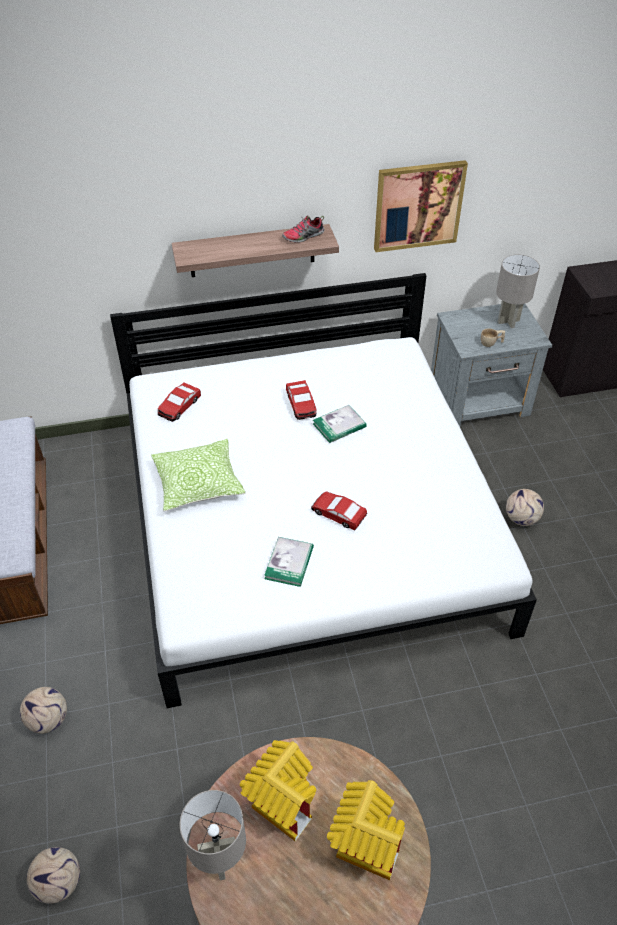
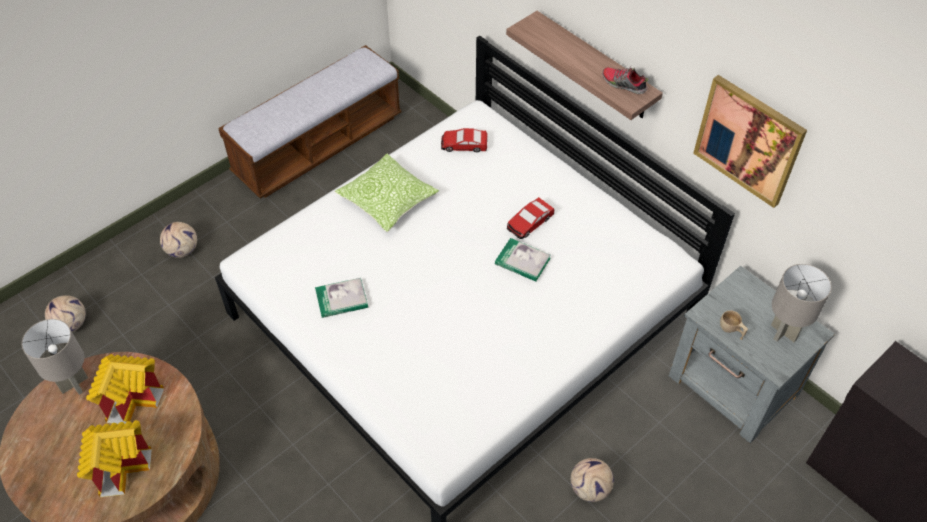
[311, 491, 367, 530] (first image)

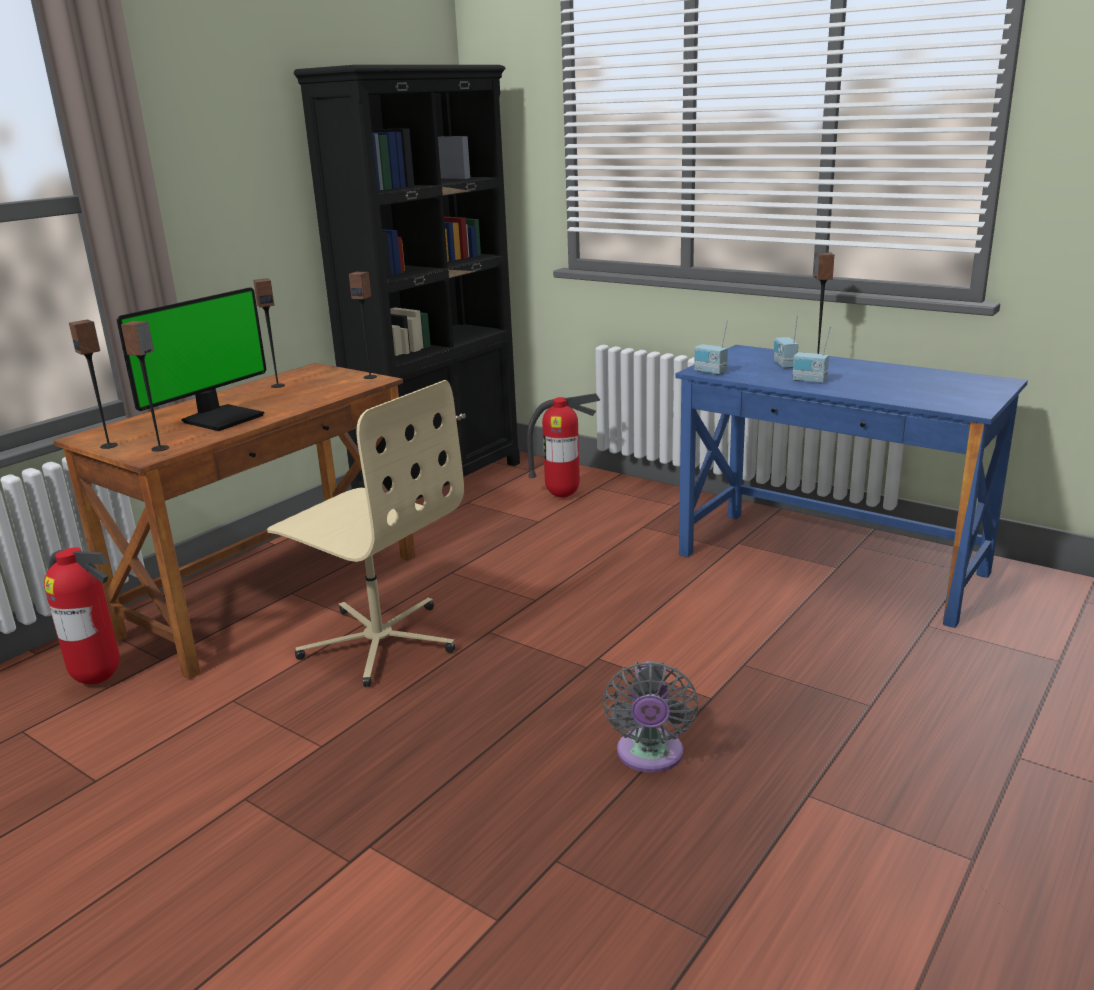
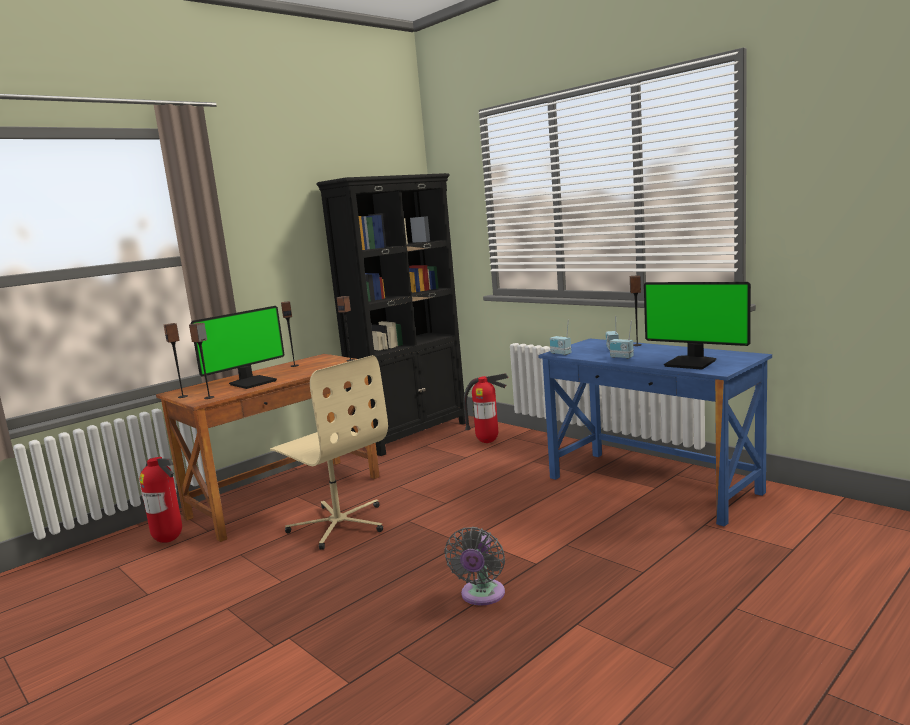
[644, 282, 751, 370]

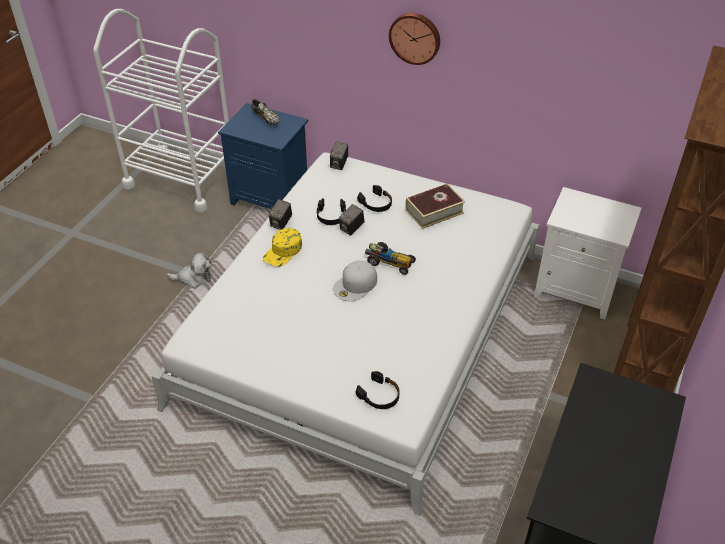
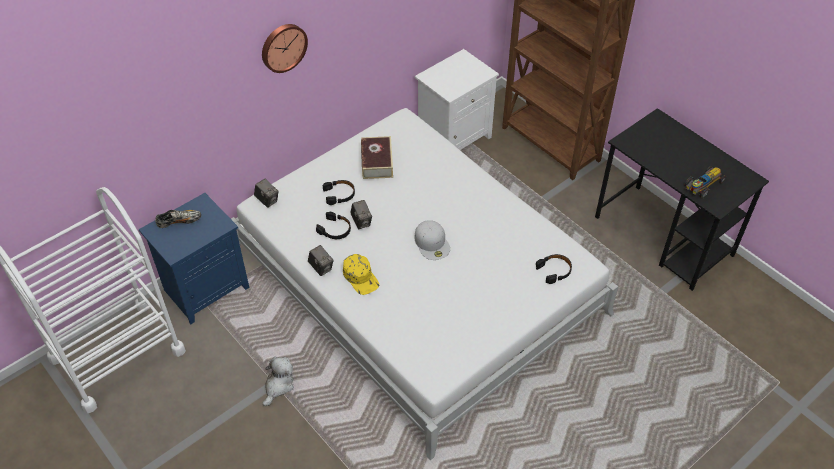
[684, 166, 726, 198]

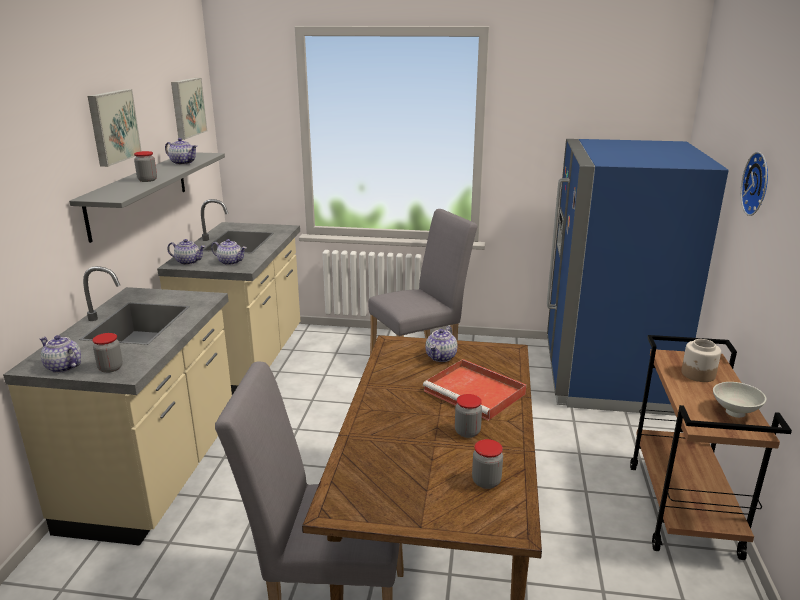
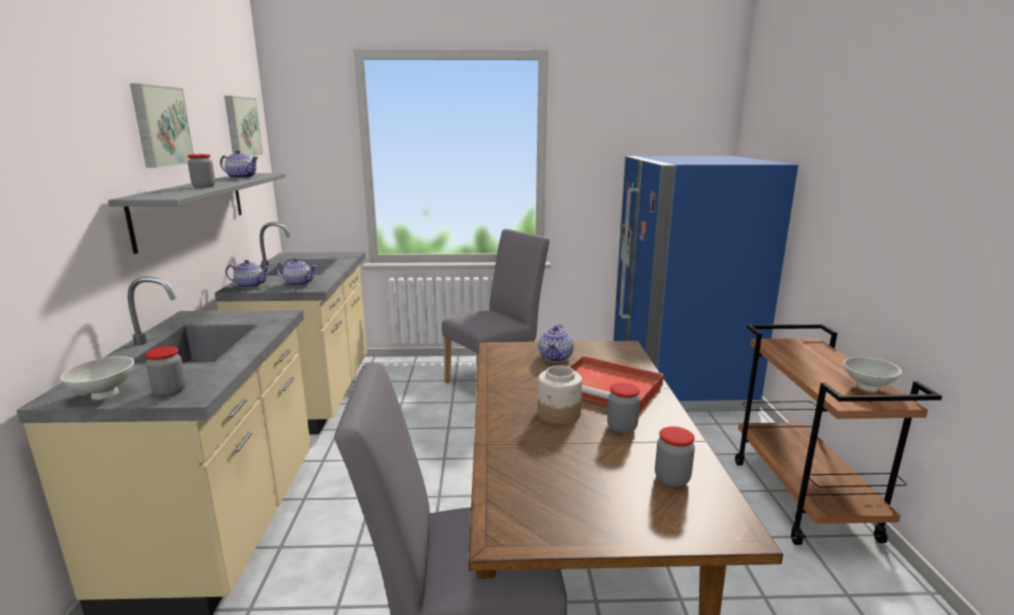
[741, 152, 768, 216] (first image)
[538, 366, 582, 424]
[60, 356, 134, 400]

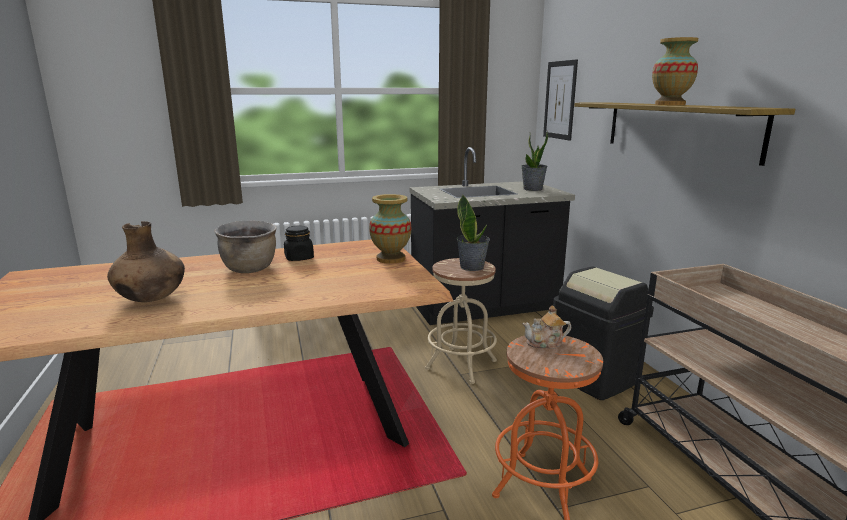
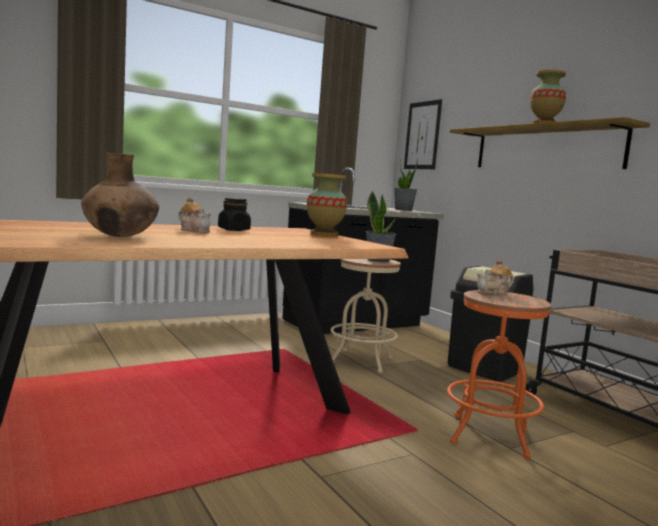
[178, 197, 211, 233]

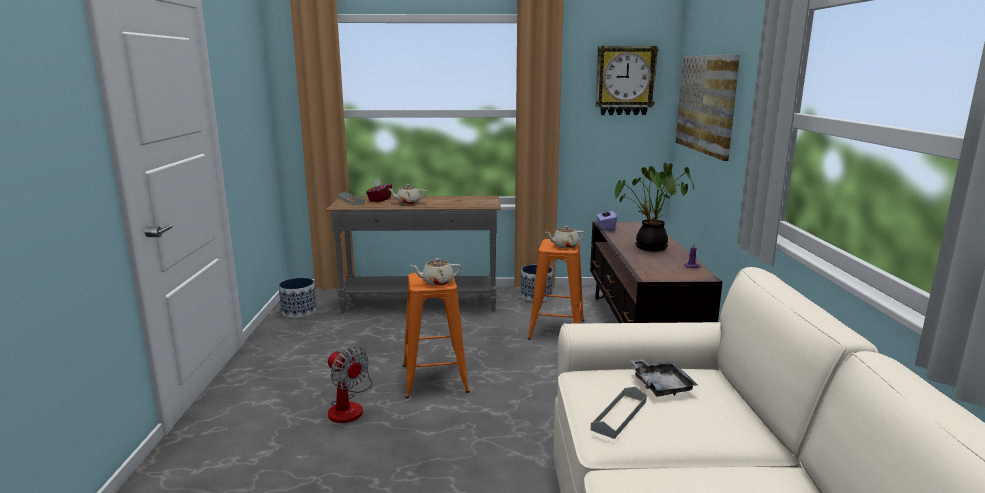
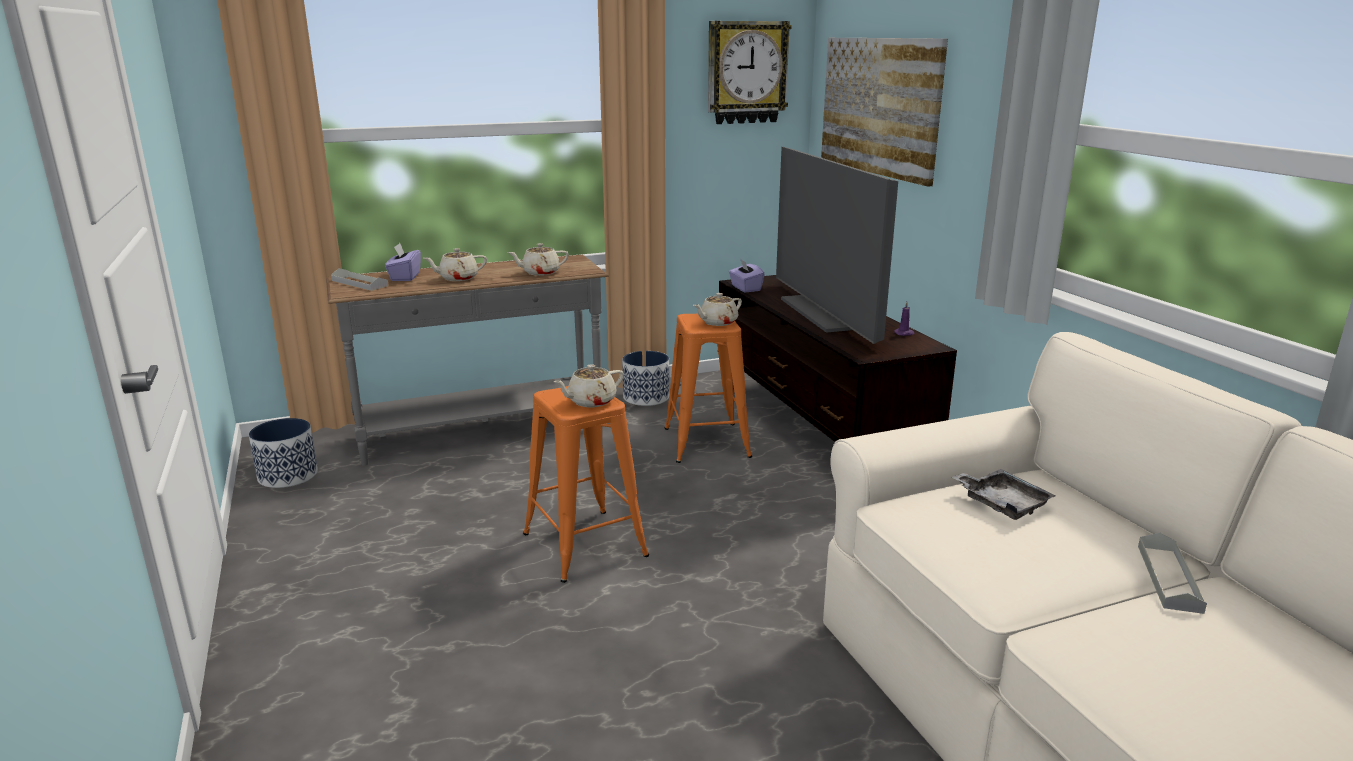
[328, 346, 373, 423] (first image)
[508, 243, 569, 276]
[1138, 532, 1207, 614]
[776, 147, 898, 344]
[385, 243, 421, 281]

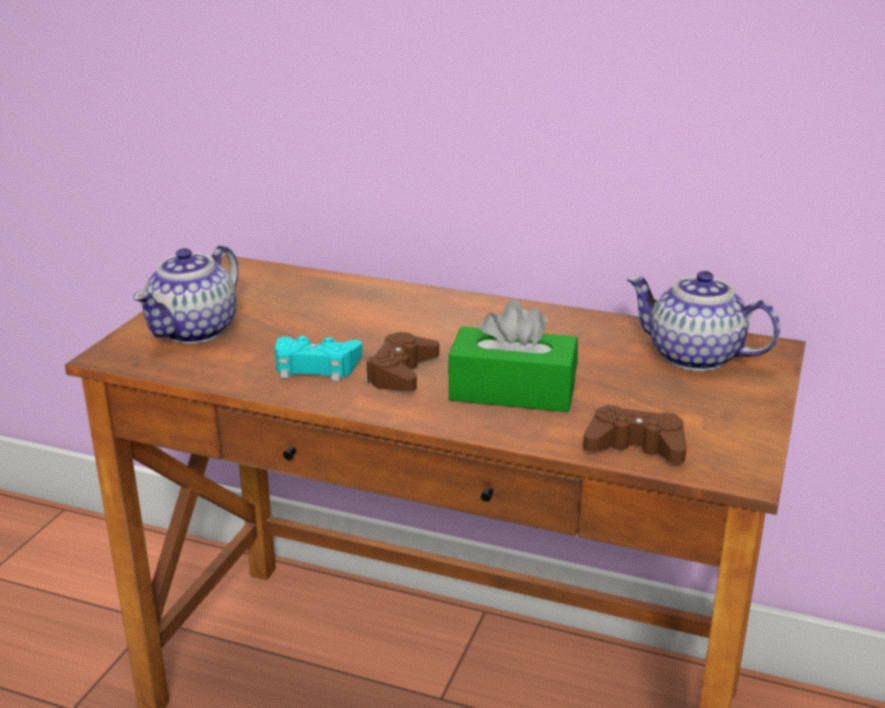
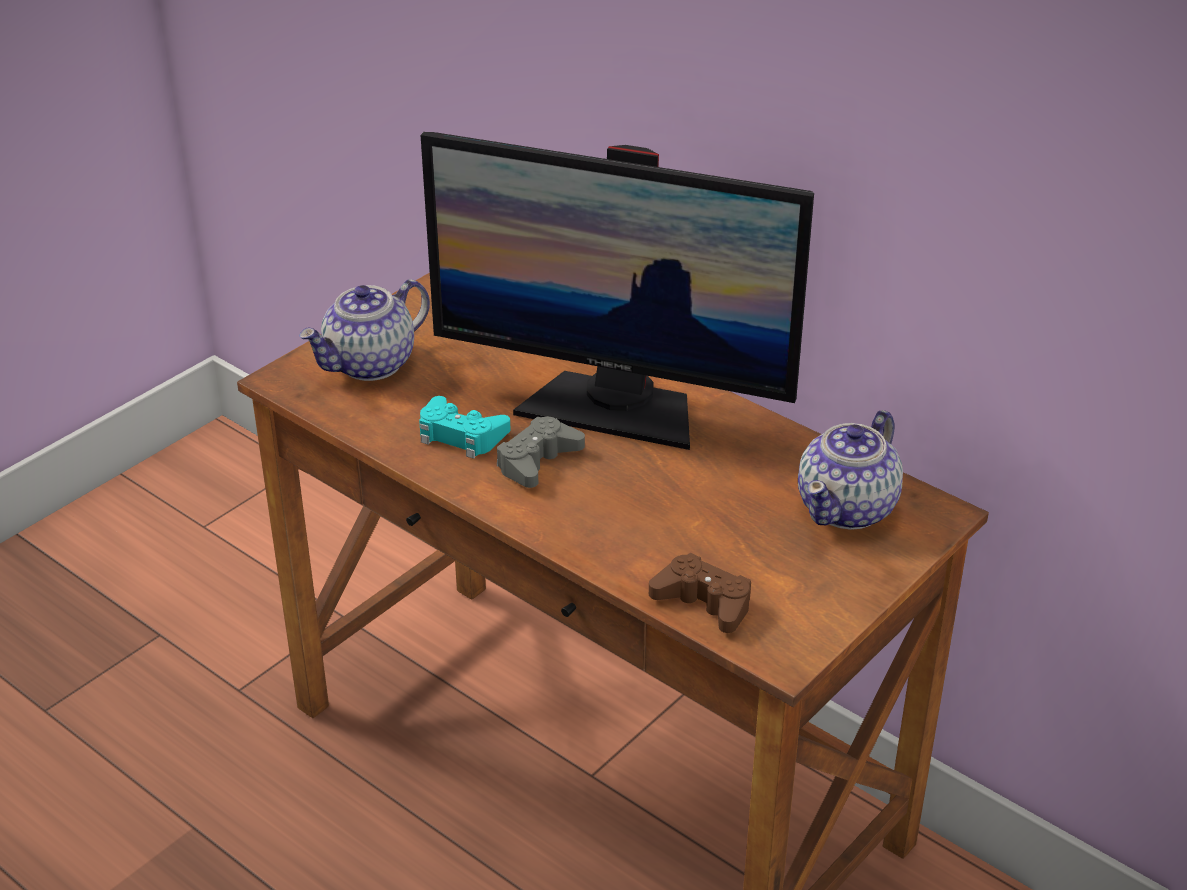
[448, 300, 578, 412] (first image)
[421, 132, 814, 450]
[497, 417, 585, 488]
[798, 410, 903, 530]

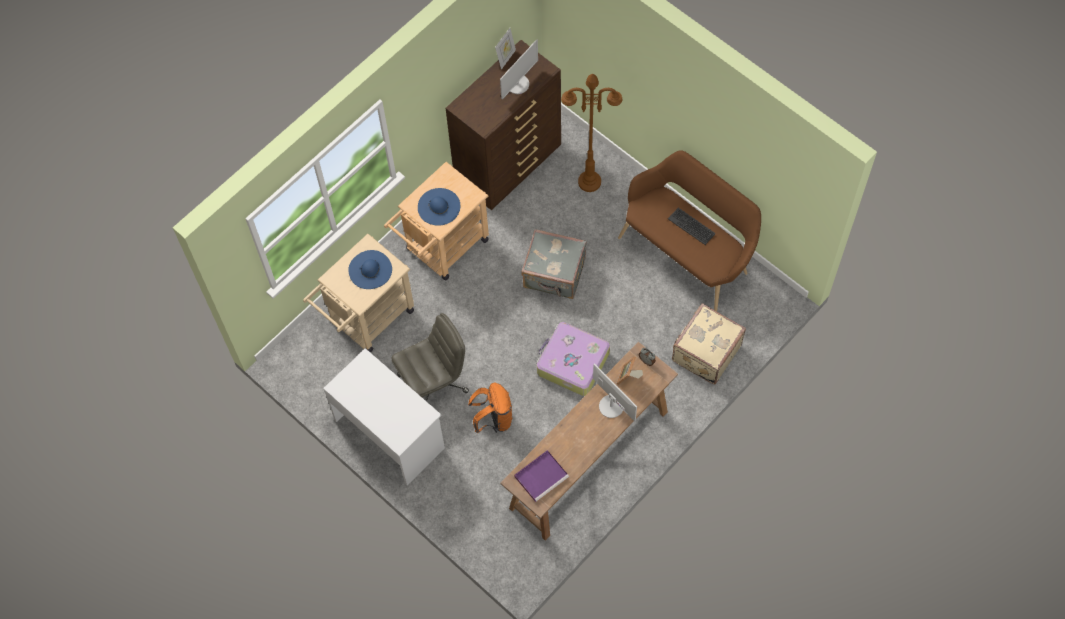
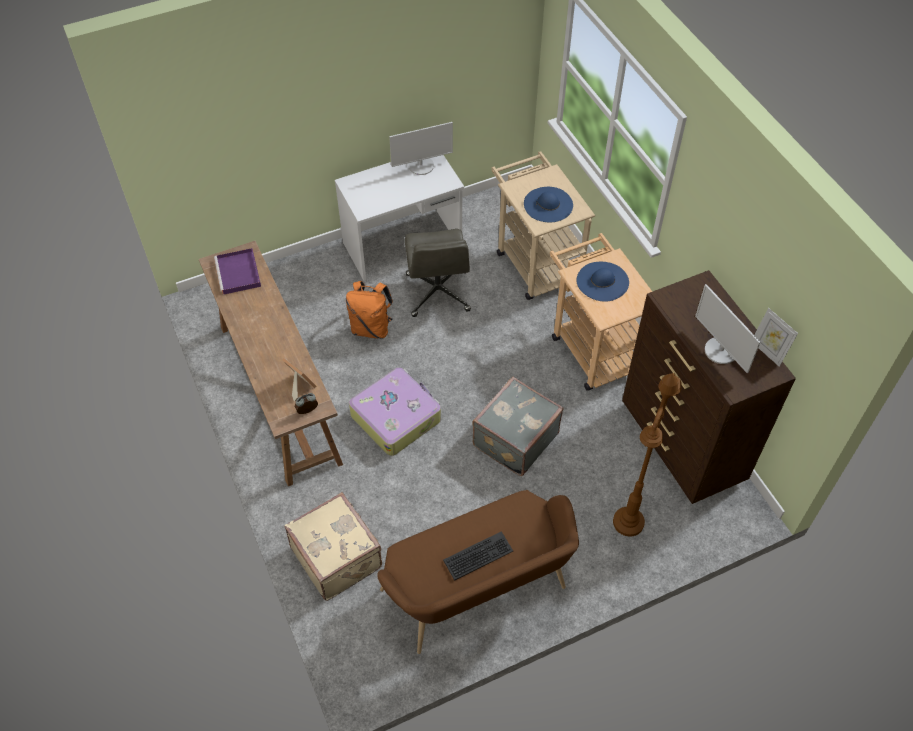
[389, 122, 453, 175]

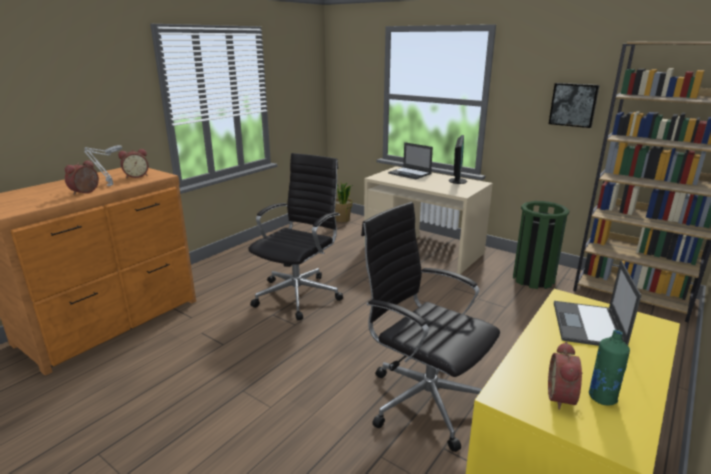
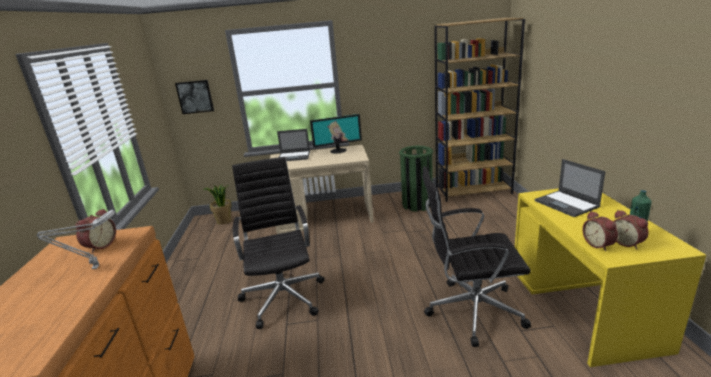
[583, 211, 618, 251]
[175, 80, 214, 114]
[310, 114, 362, 154]

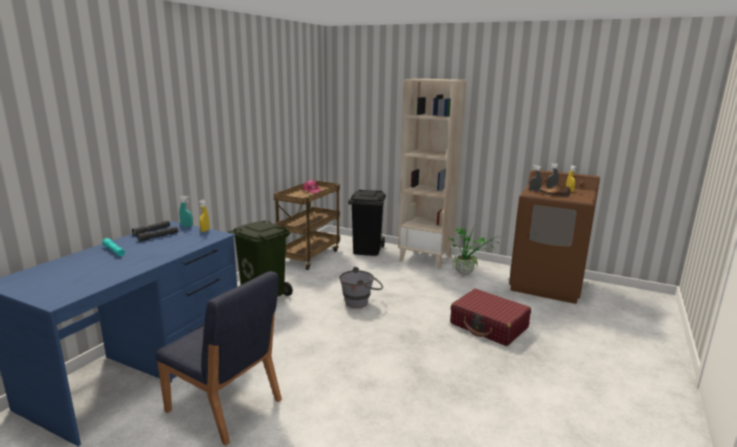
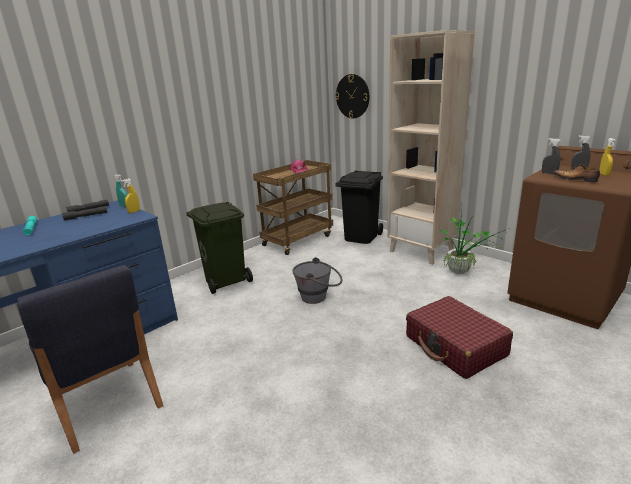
[335, 74, 369, 118]

